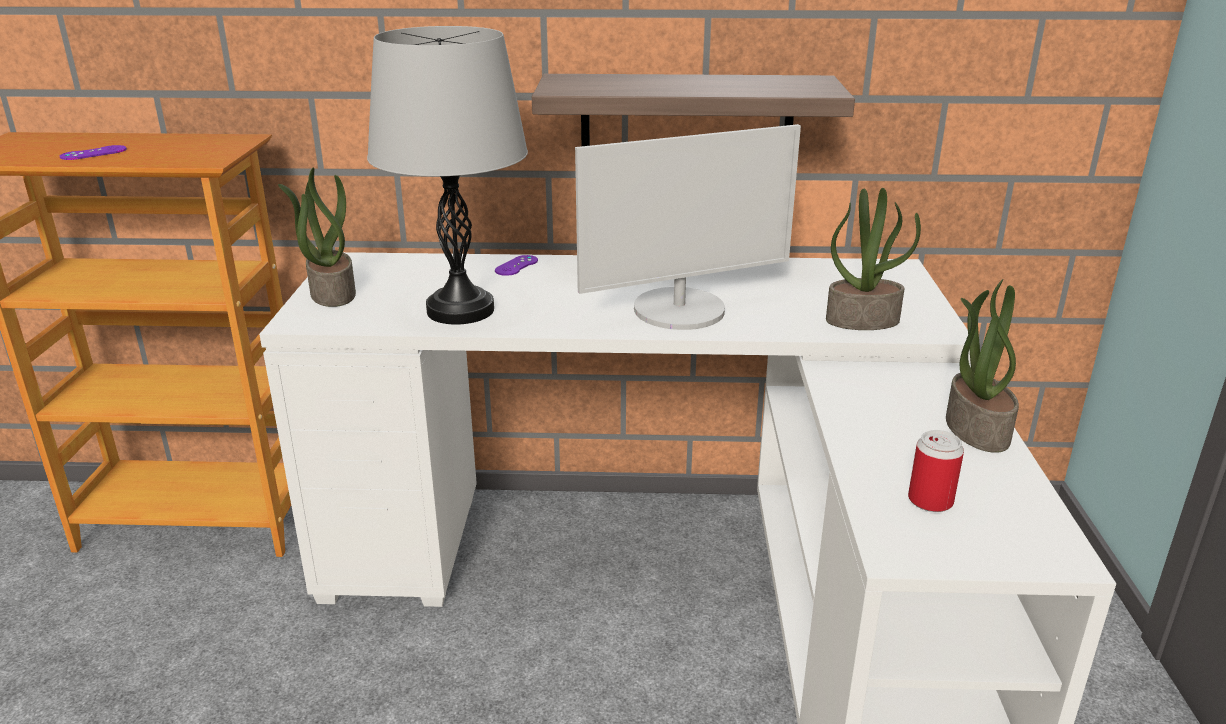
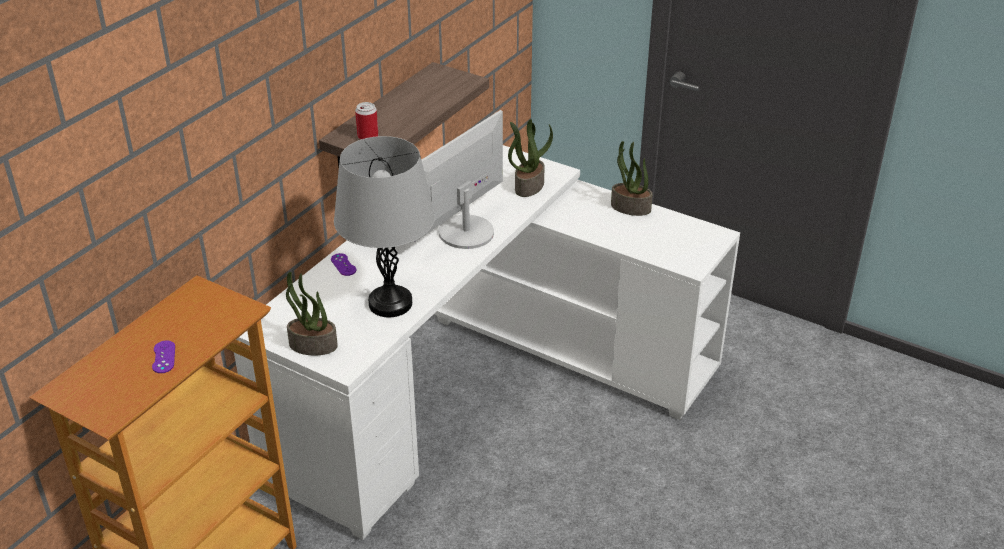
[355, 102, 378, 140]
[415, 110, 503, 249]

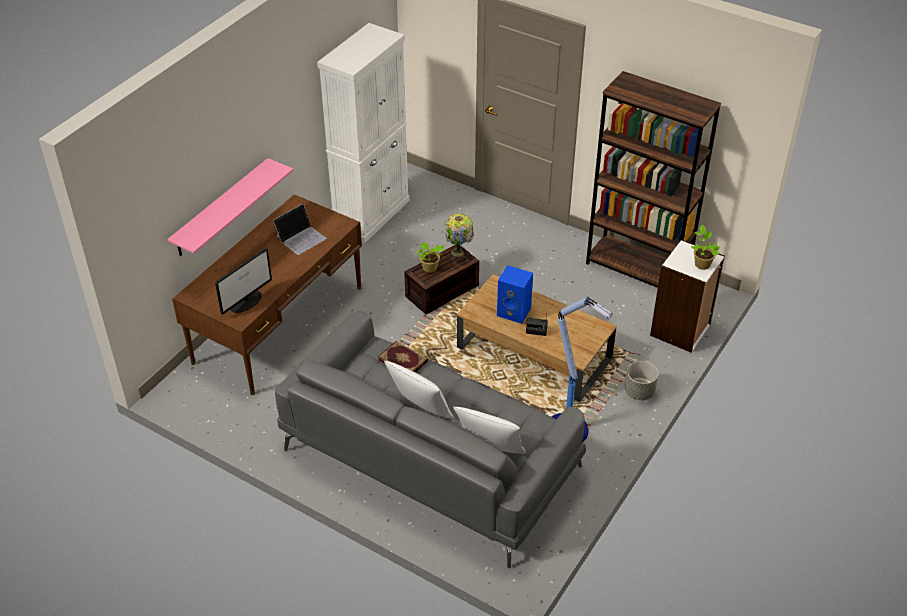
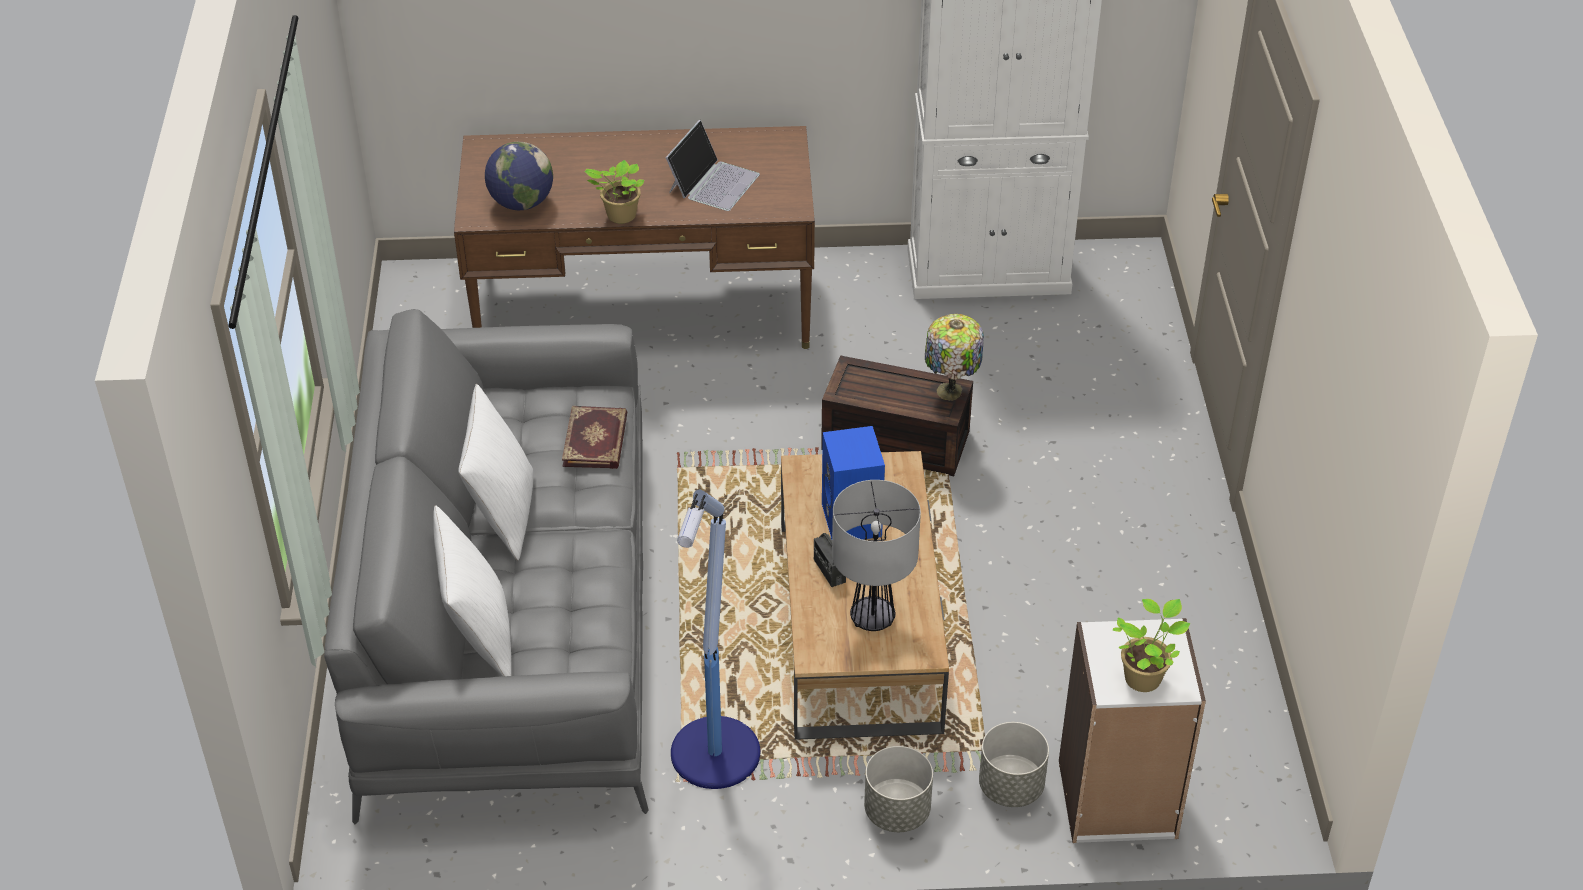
[167, 158, 294, 257] (first image)
[586, 71, 721, 288] (first image)
[832, 480, 921, 631]
[979, 722, 1049, 807]
[584, 160, 644, 224]
[485, 142, 553, 210]
[666, 120, 760, 211]

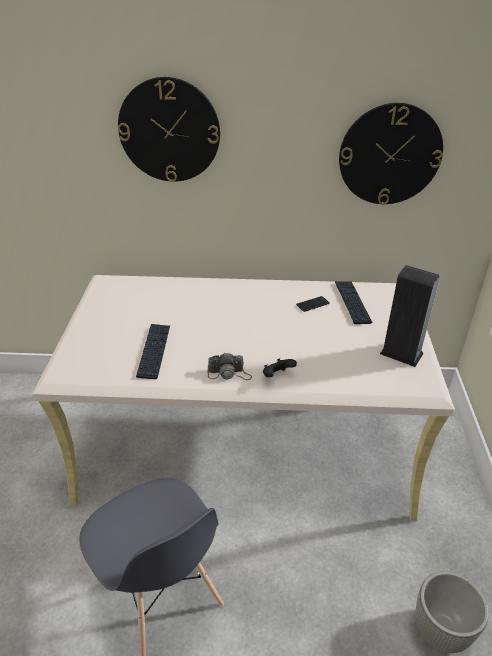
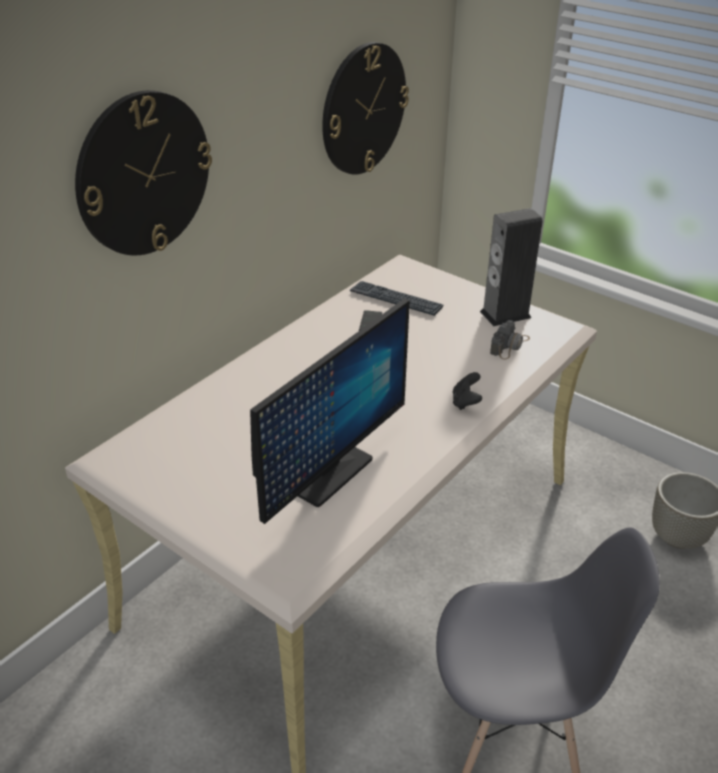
[490, 320, 530, 359]
[250, 298, 410, 524]

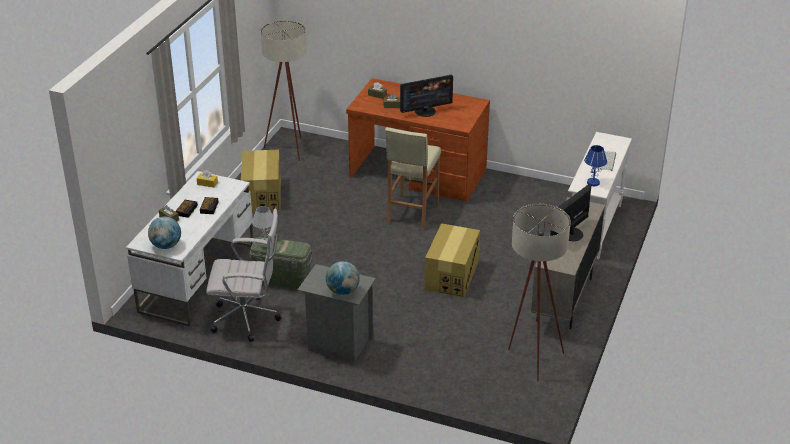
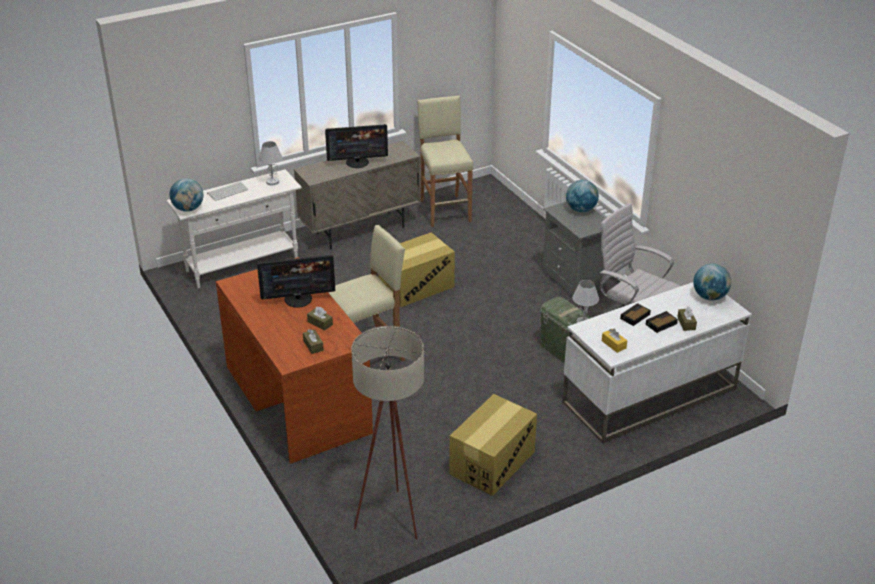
[170, 178, 203, 212]
[417, 95, 473, 227]
[258, 141, 283, 185]
[257, 255, 335, 308]

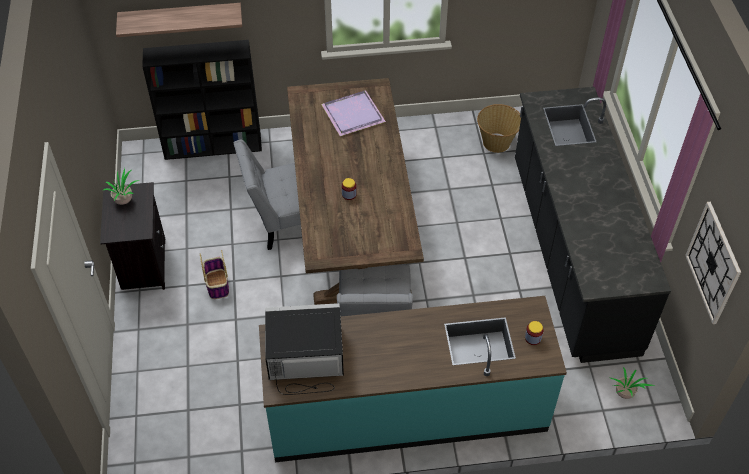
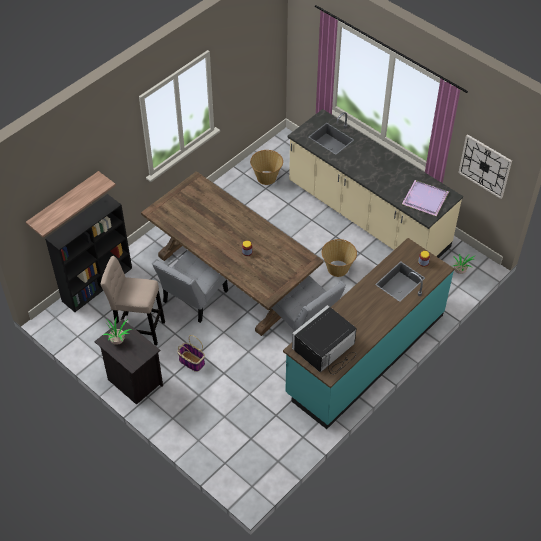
[100, 256, 165, 345]
[322, 239, 357, 277]
[402, 180, 449, 216]
[287, 109, 463, 258]

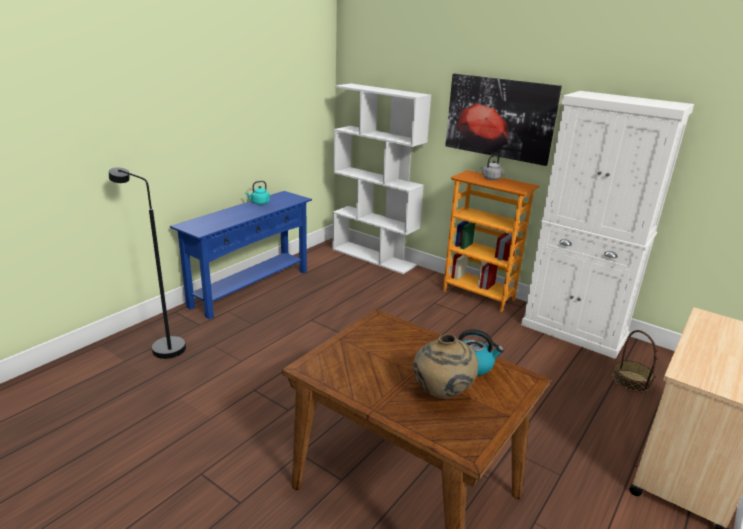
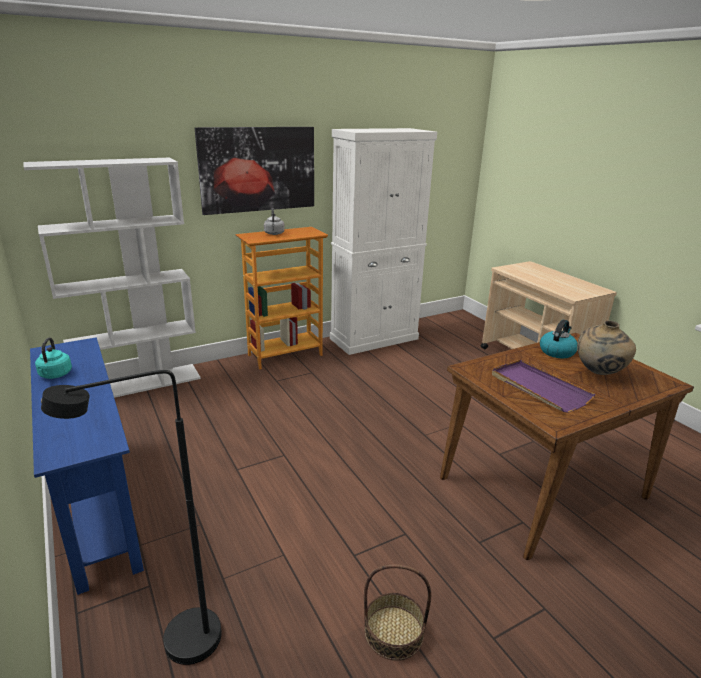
[492, 360, 595, 413]
[364, 564, 431, 661]

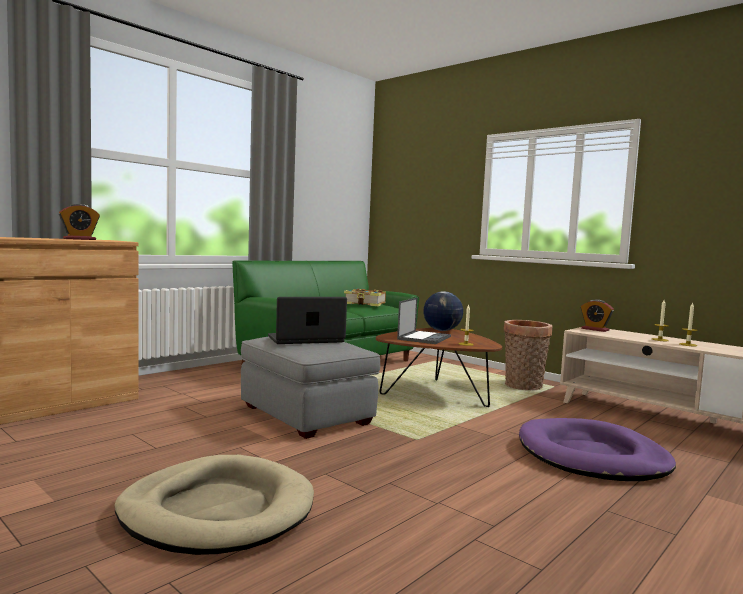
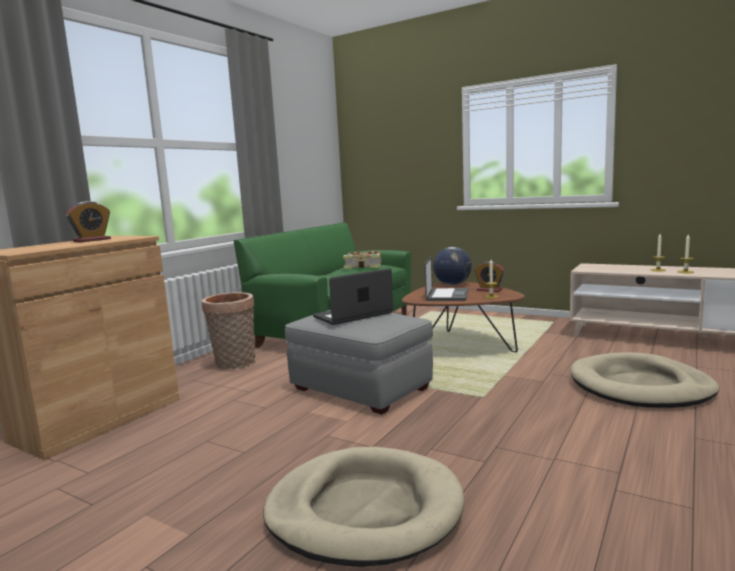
[201, 292, 255, 370]
[474, 261, 505, 292]
[571, 352, 719, 408]

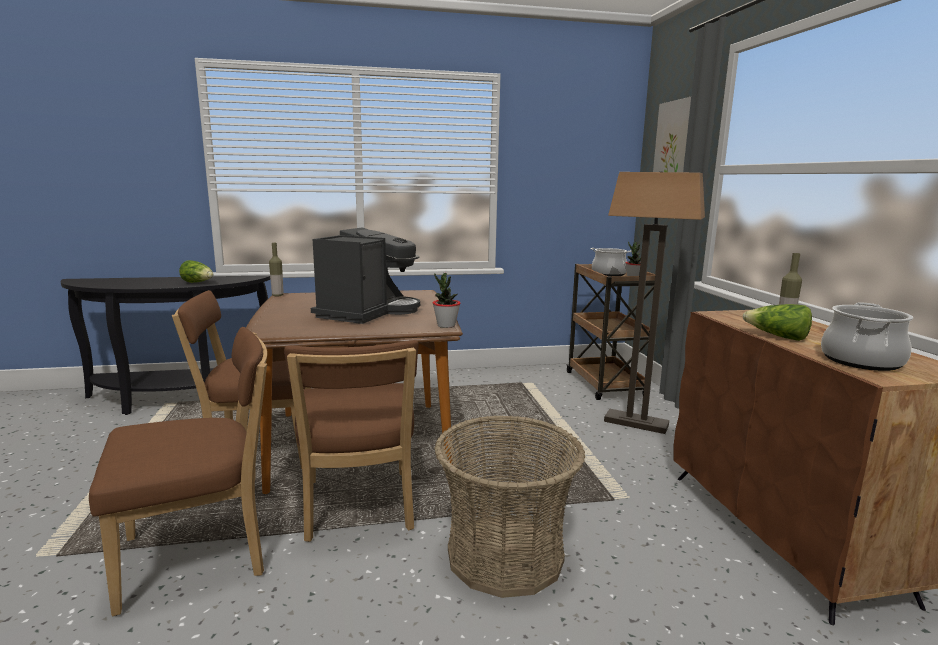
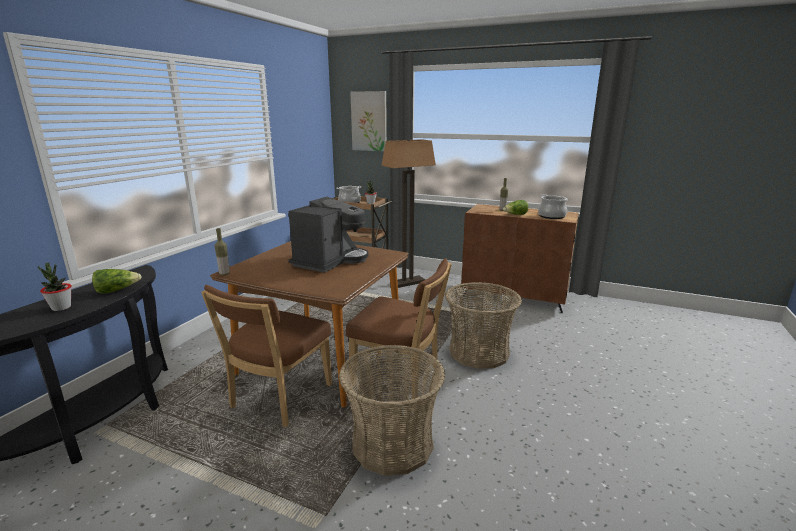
[38, 263, 71, 311]
[339, 345, 445, 476]
[289, 197, 369, 273]

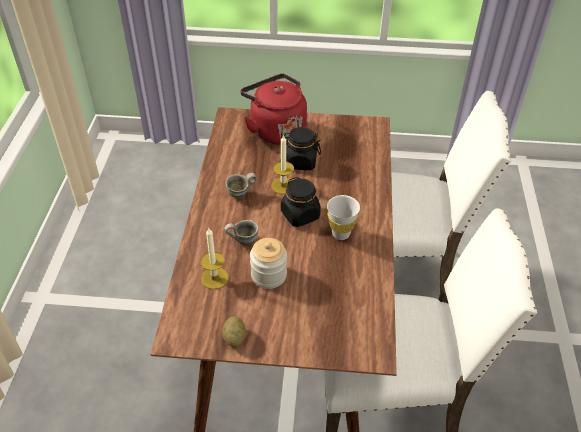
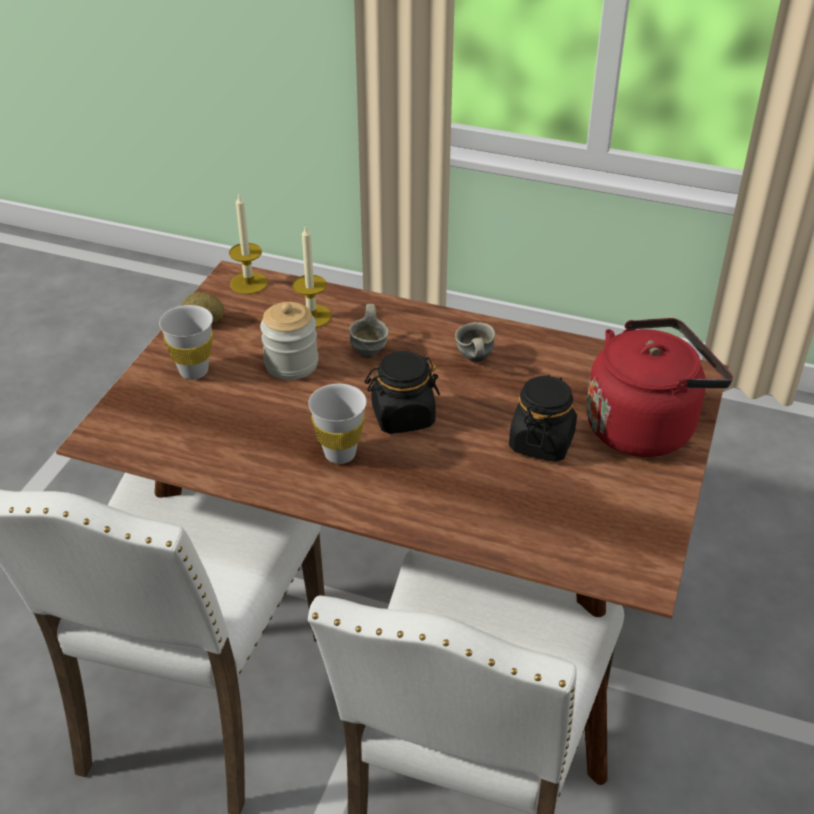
[159, 305, 213, 380]
[229, 195, 268, 294]

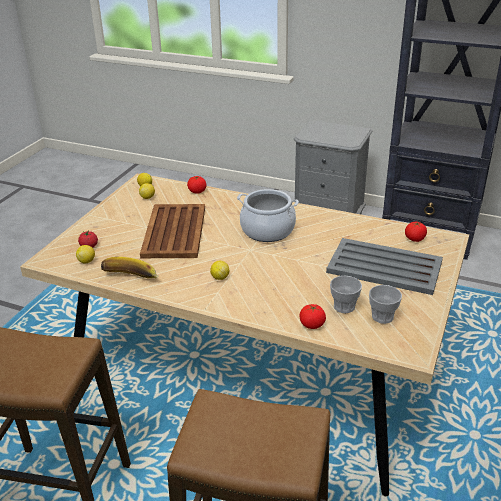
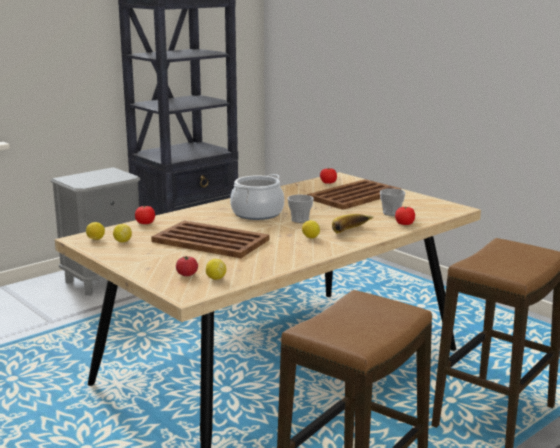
[332, 214, 374, 233]
[287, 195, 314, 223]
[307, 179, 401, 210]

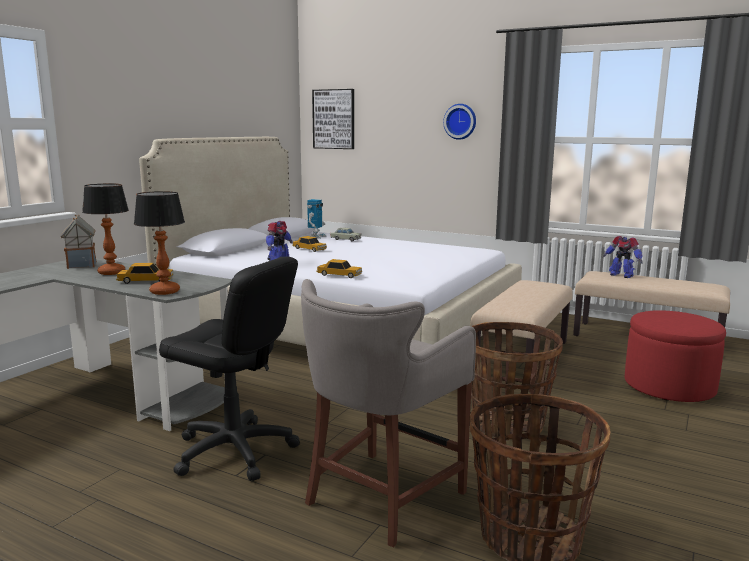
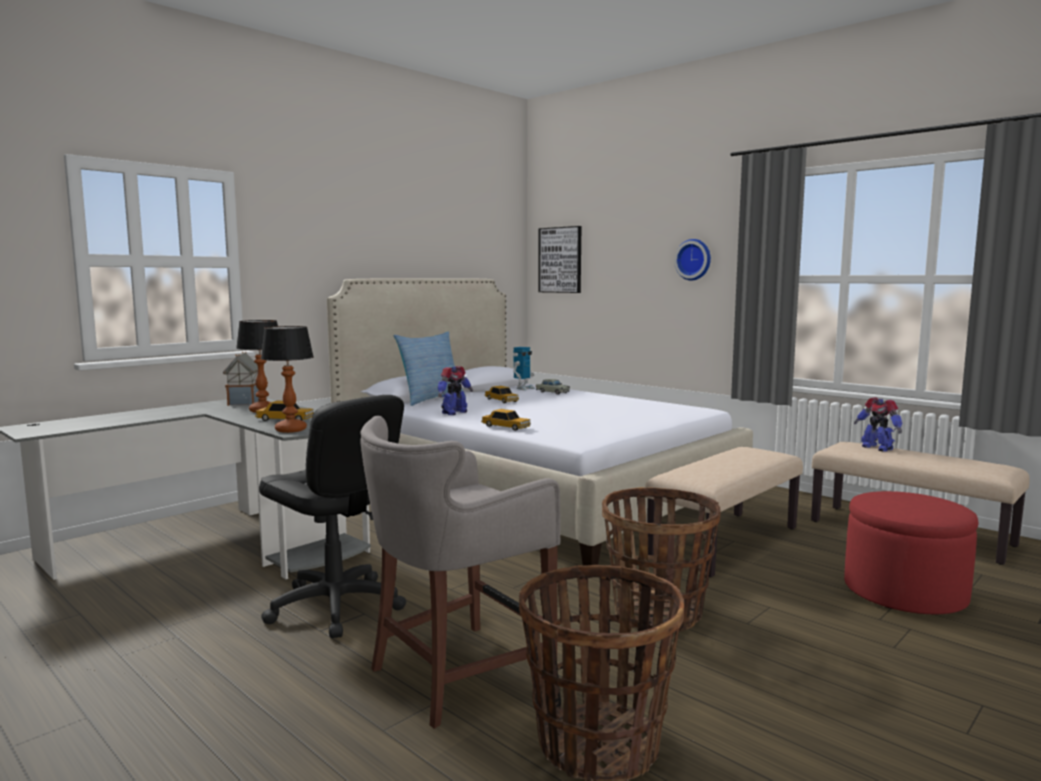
[394, 331, 466, 406]

